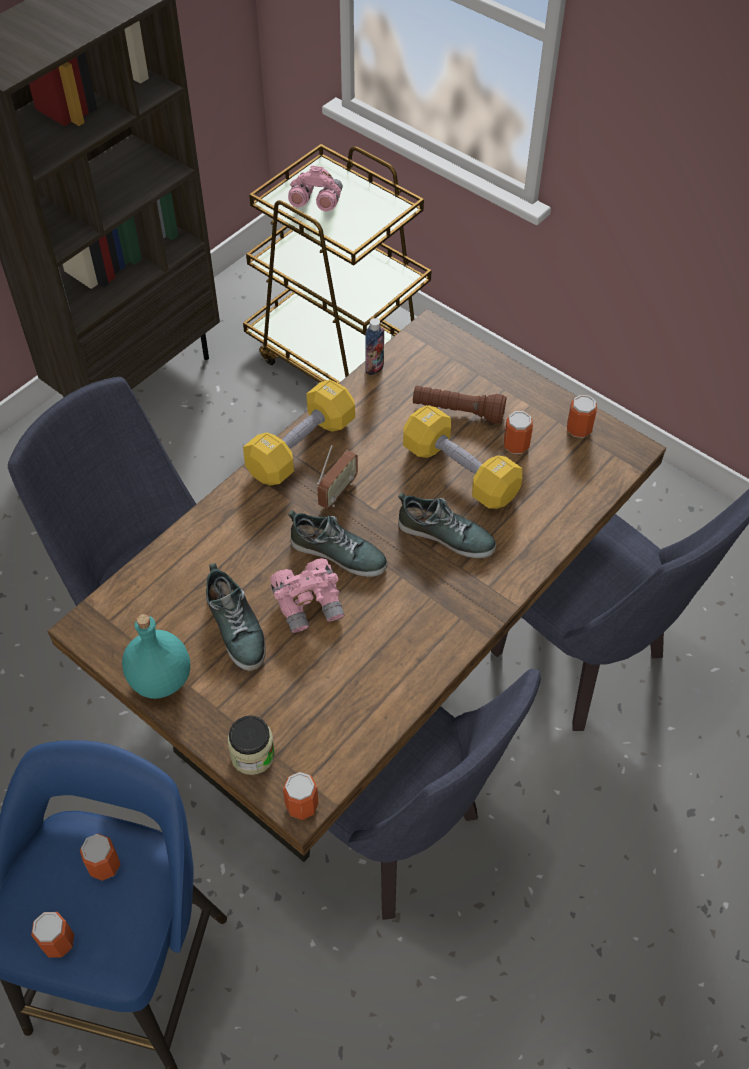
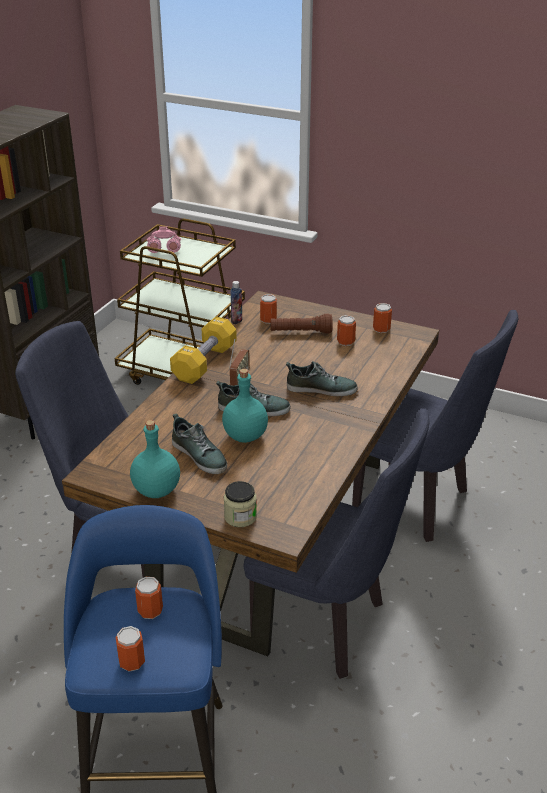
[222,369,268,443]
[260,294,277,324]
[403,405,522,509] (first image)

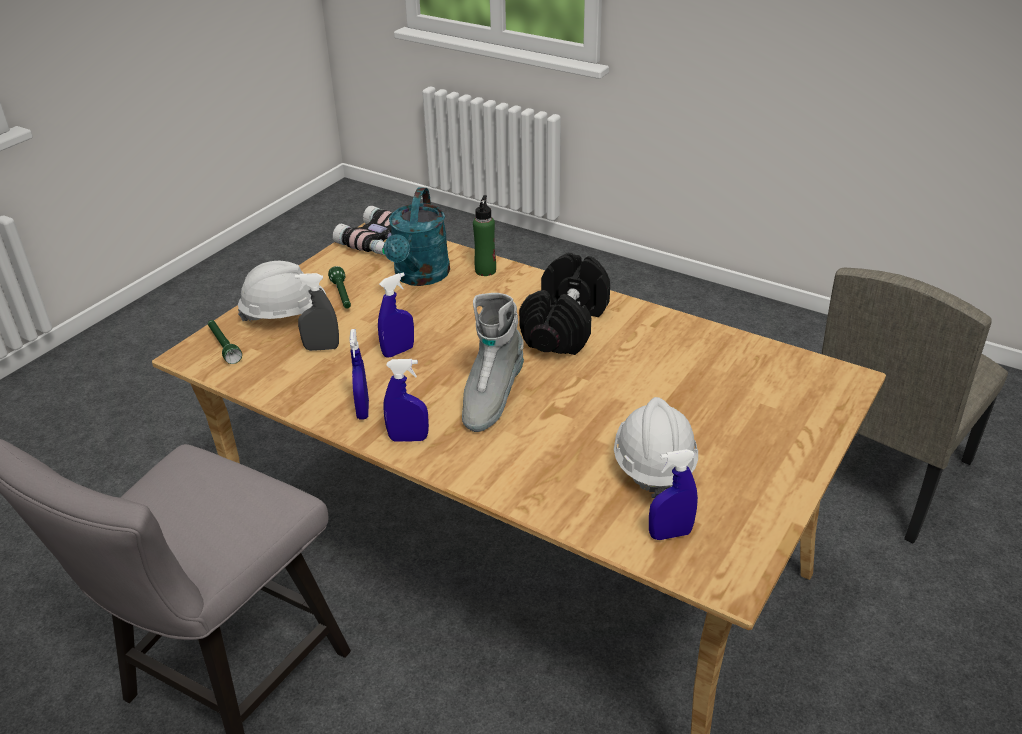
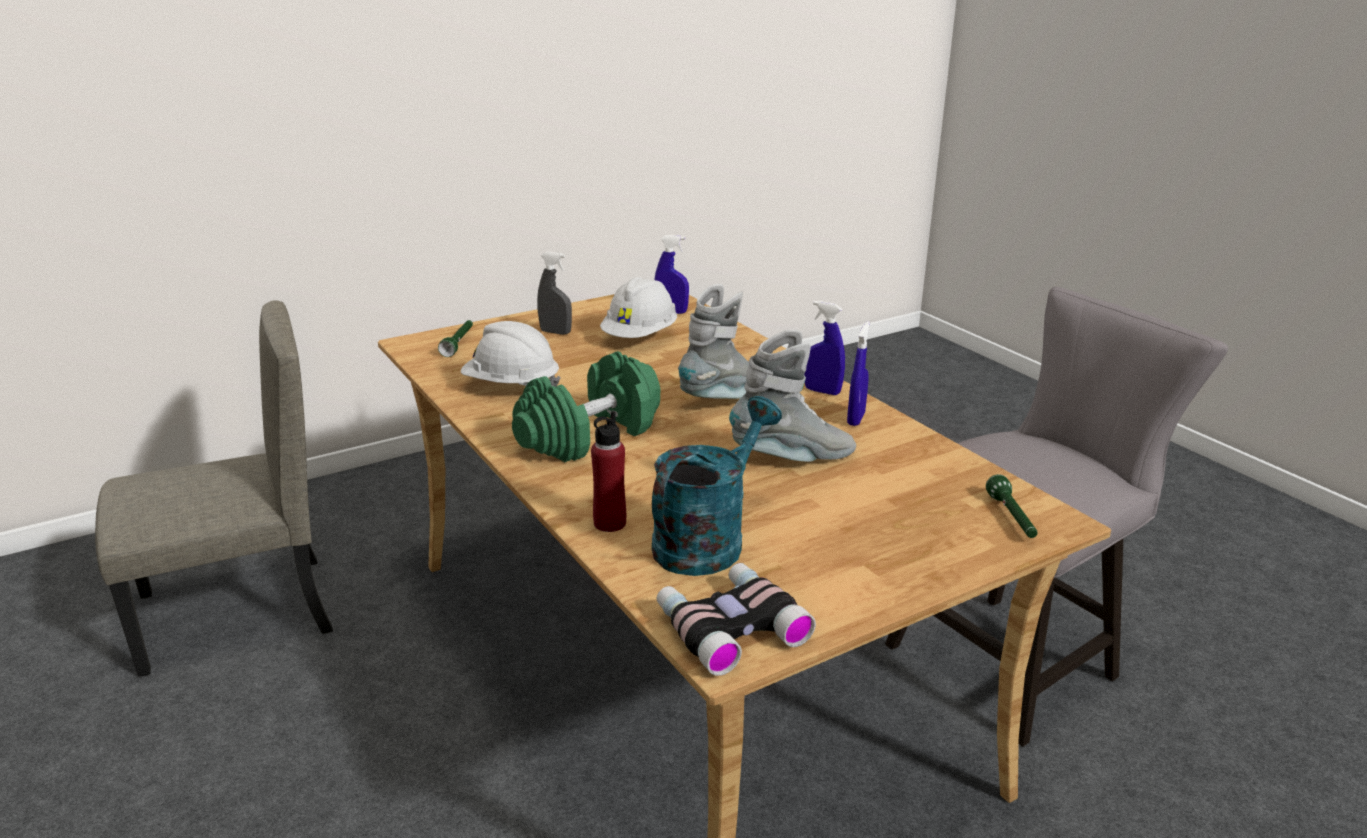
[461,321,561,387]
[537,252,572,335]
[438,320,473,357]
[729,330,856,462]
[591,411,626,532]
[512,351,660,462]

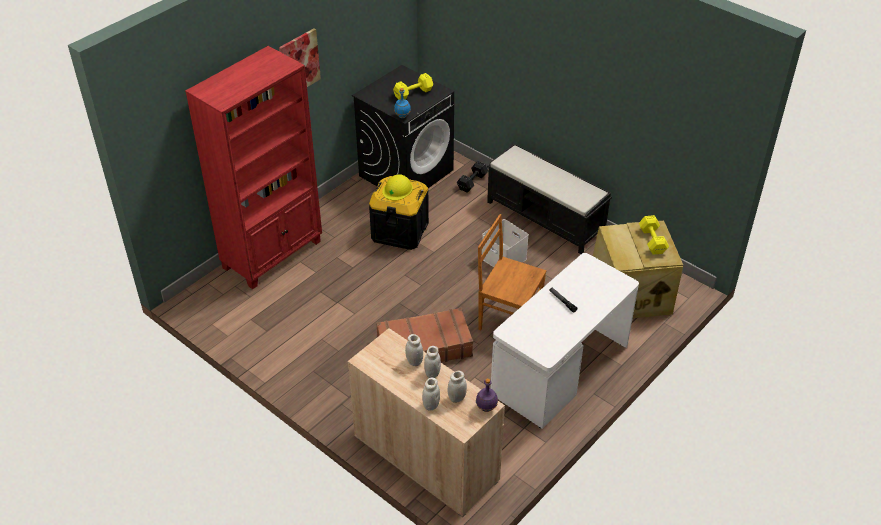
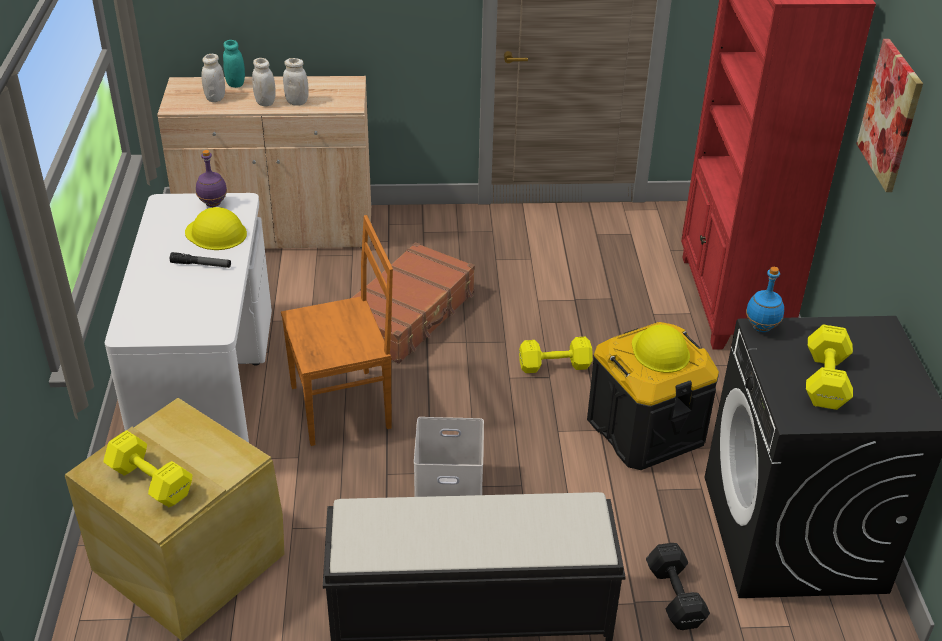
[223,40,245,88]
[196,150,227,207]
[185,207,247,250]
[519,337,593,373]

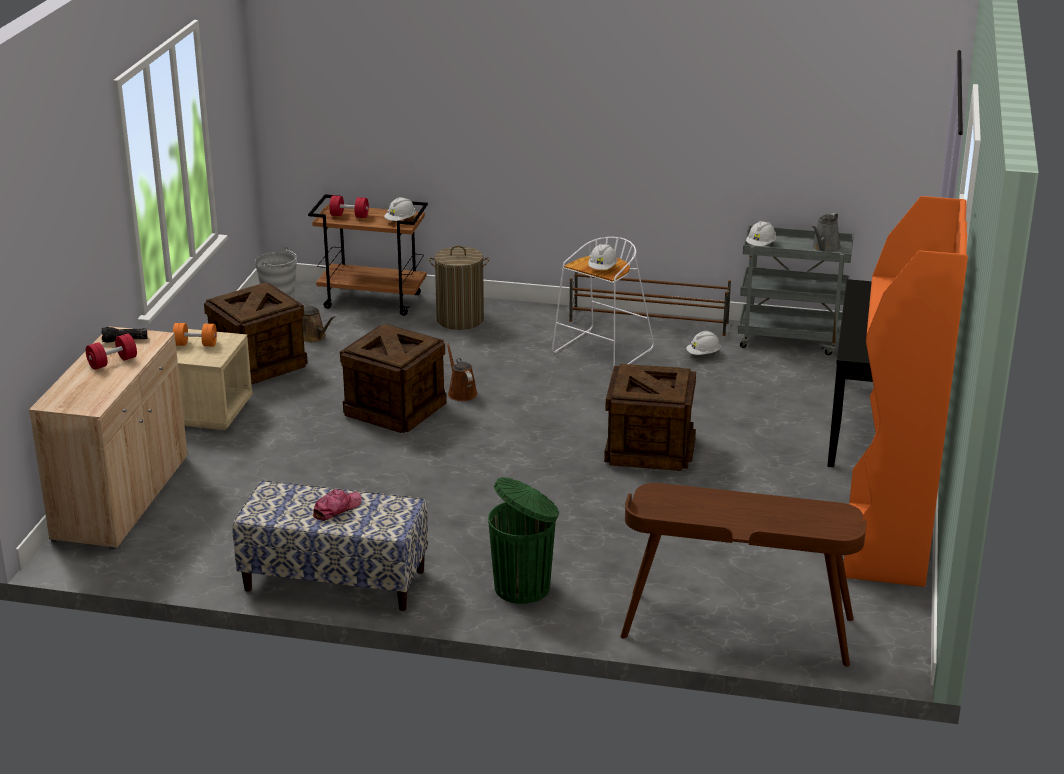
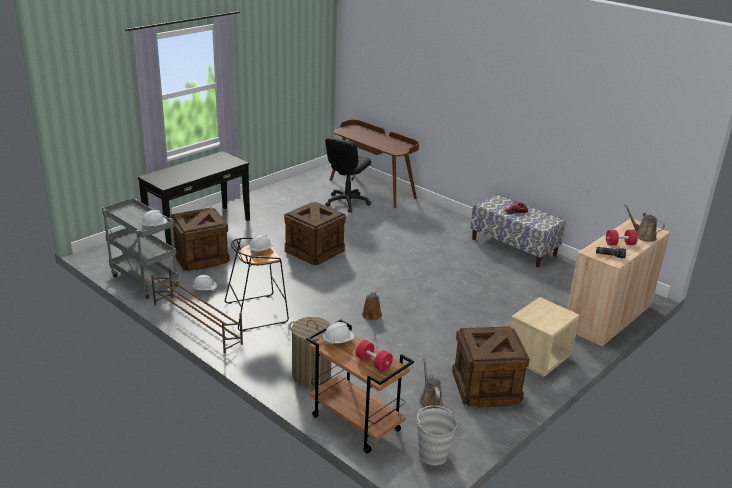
[173,323,217,347] (first image)
[169,208,230,271]
[488,477,559,604] (first image)
[225,238,289,332]
[811,213,841,252] (first image)
[844,196,968,587] (first image)
[325,137,371,212]
[624,204,665,242]

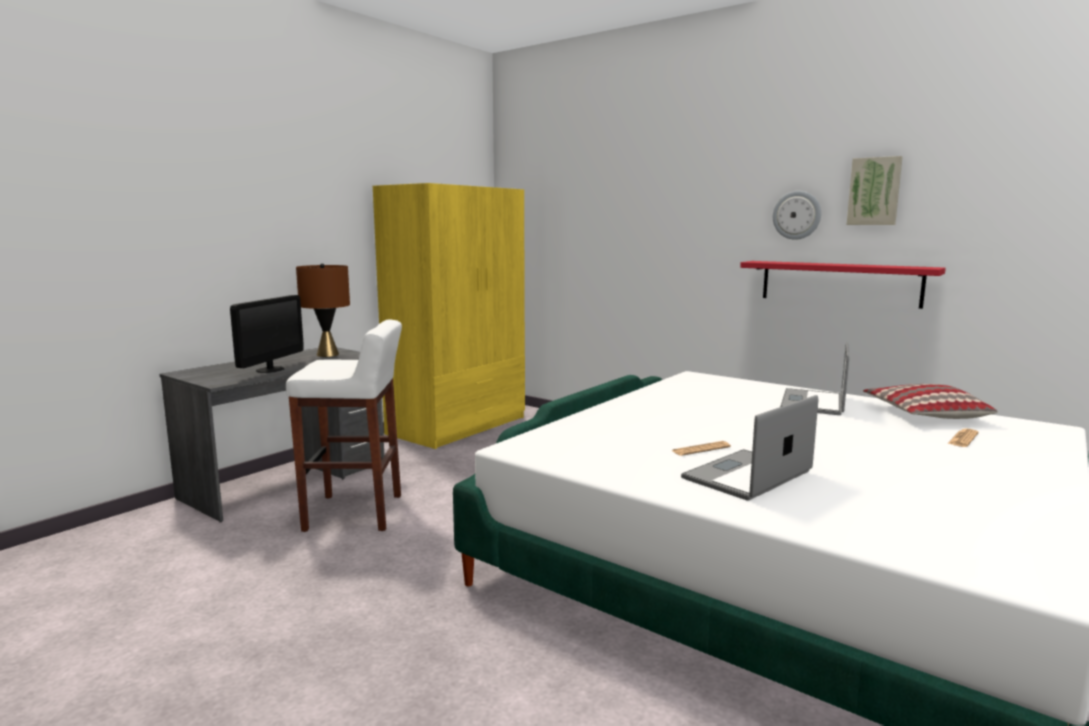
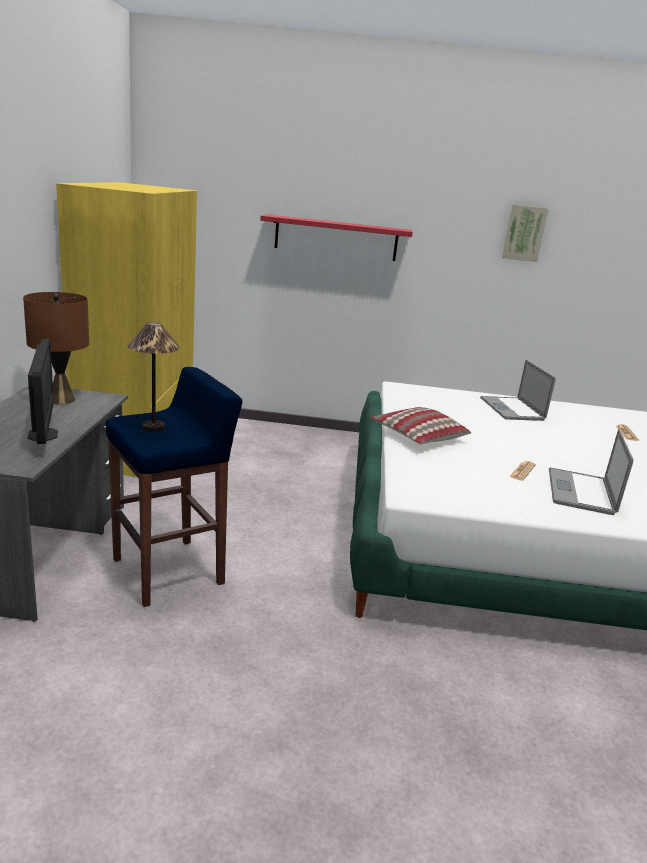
[106,367,243,607]
[260,214,413,261]
[773,191,821,240] (first image)
[370,407,471,445]
[127,322,180,432]

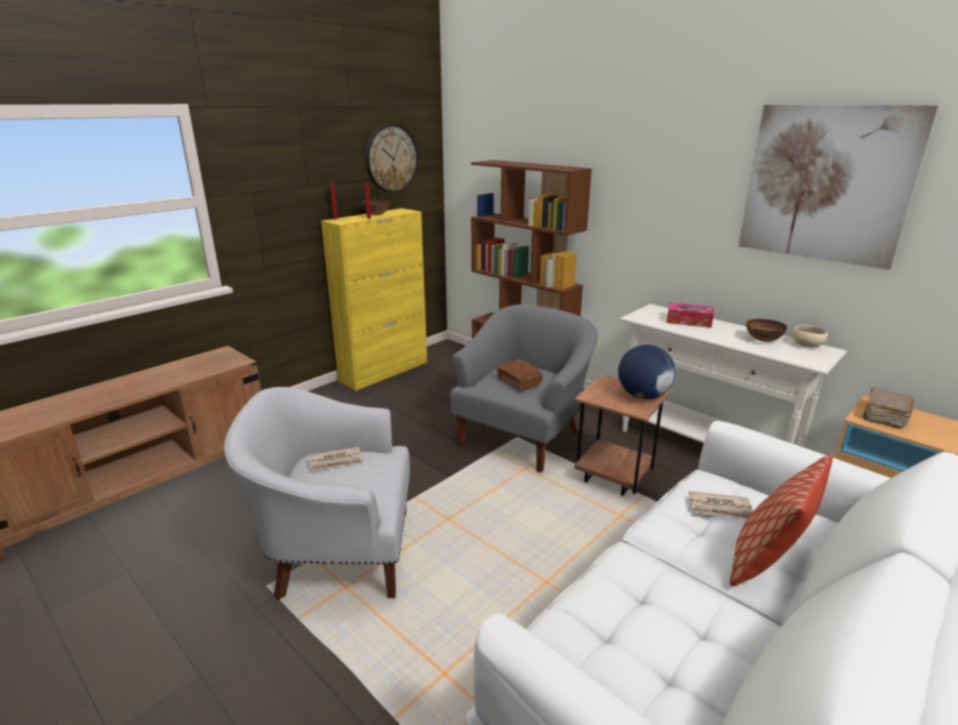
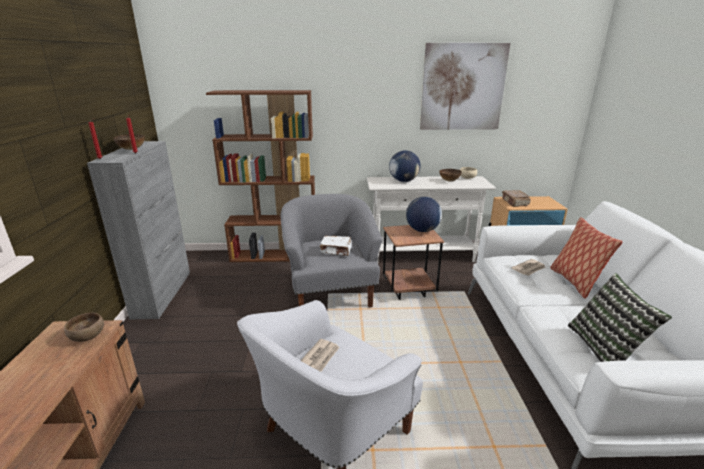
[87,141,190,319]
[365,124,419,193] (first image)
[320,236,352,256]
[389,150,421,182]
[64,313,104,342]
[568,273,672,362]

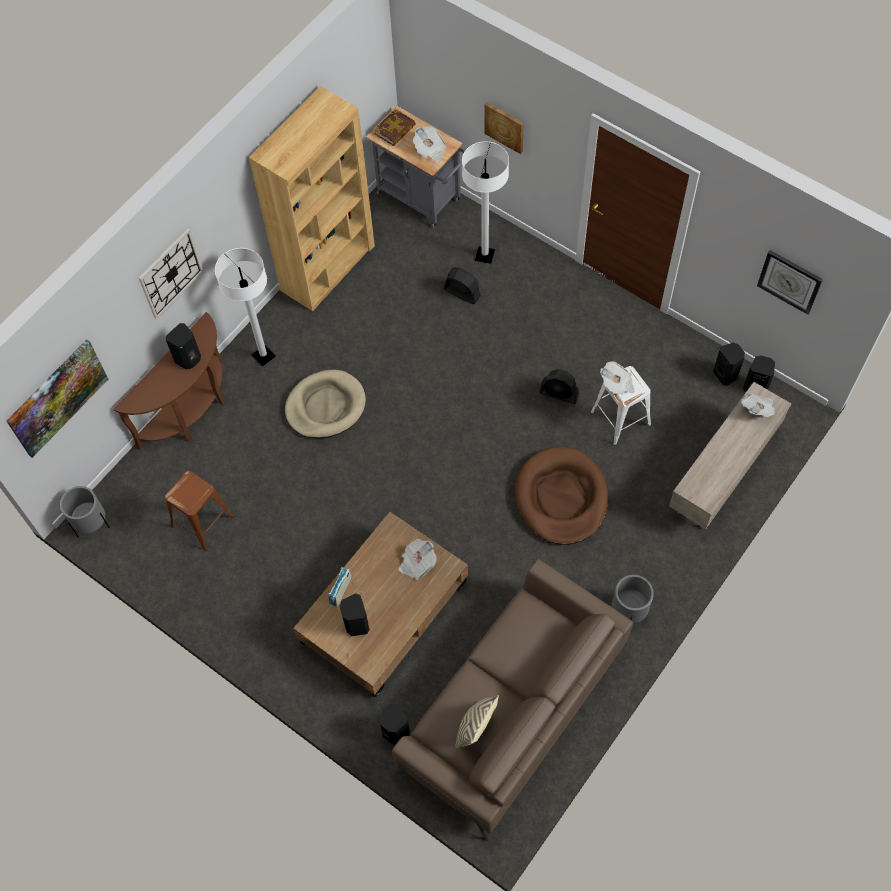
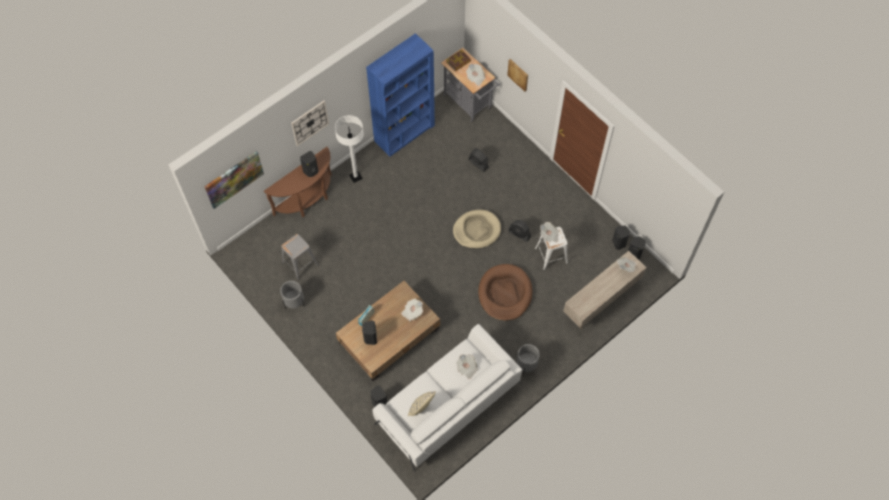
[280,281,305,309]
[281,234,318,281]
[366,33,435,157]
[453,210,501,249]
[372,324,522,472]
[462,141,509,264] (first image)
[757,250,823,315] (first image)
[456,354,478,379]

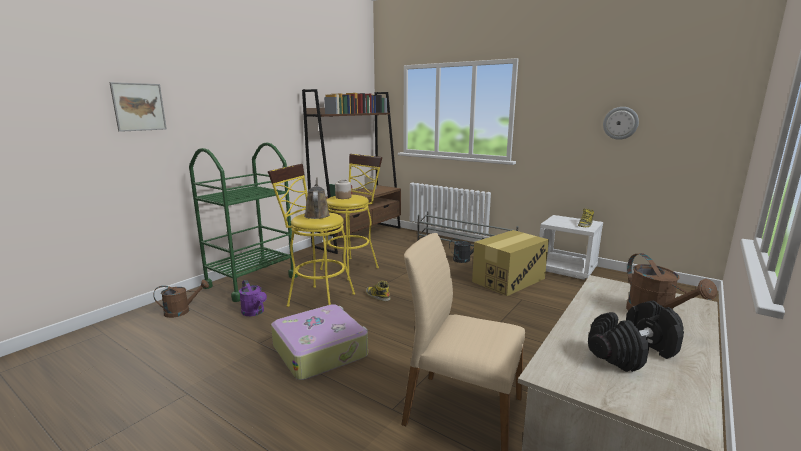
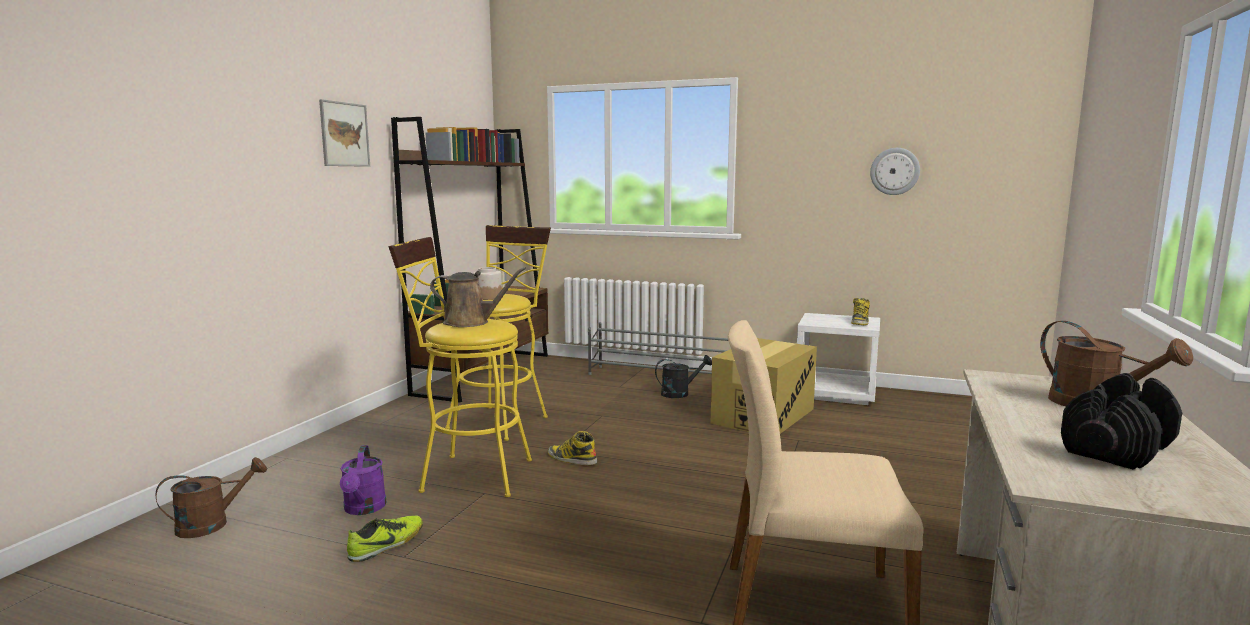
[319,99,370,167]
[189,142,298,302] (first image)
[340,445,386,515]
[271,304,368,380] (first image)
[430,267,526,327]
[347,515,423,562]

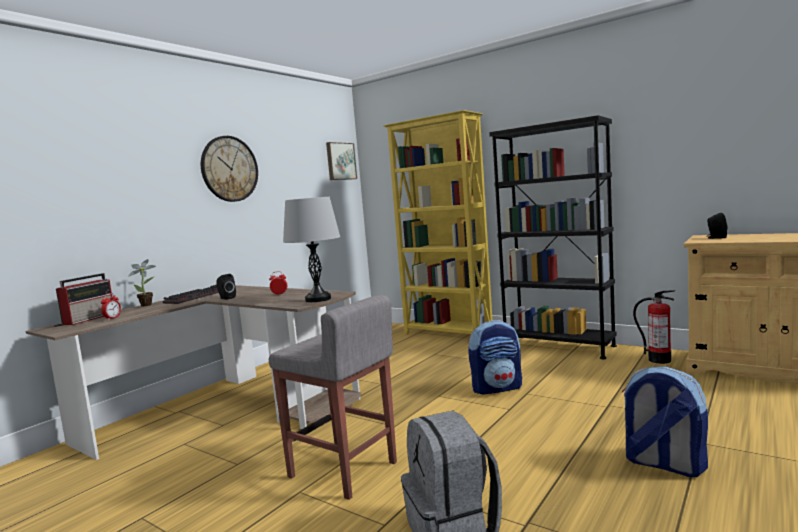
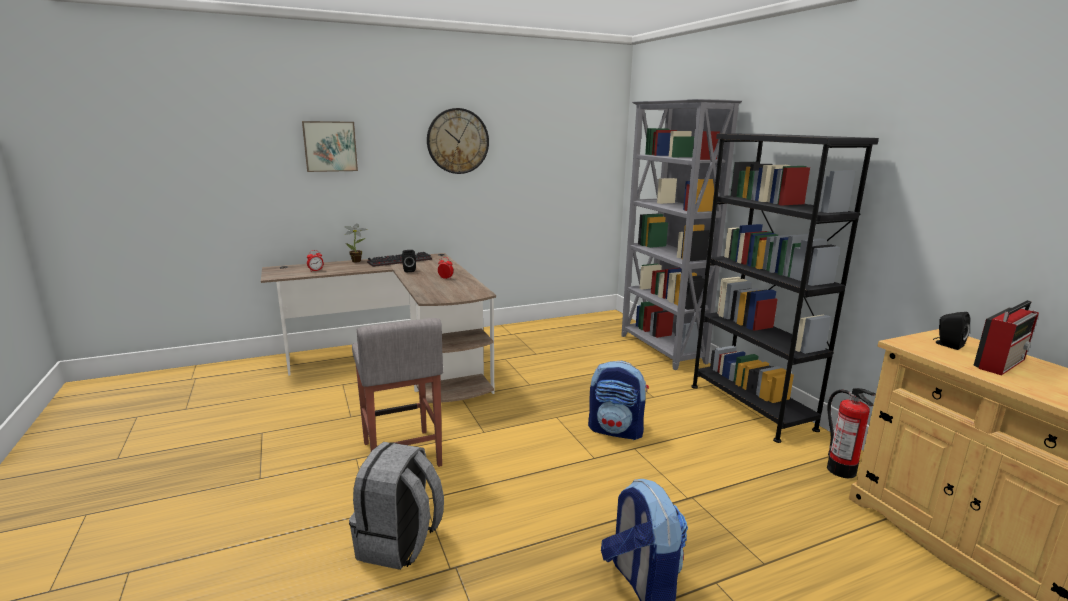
[973,300,1039,375]
[283,197,340,302] (first image)
[302,121,358,172]
[621,99,742,370]

